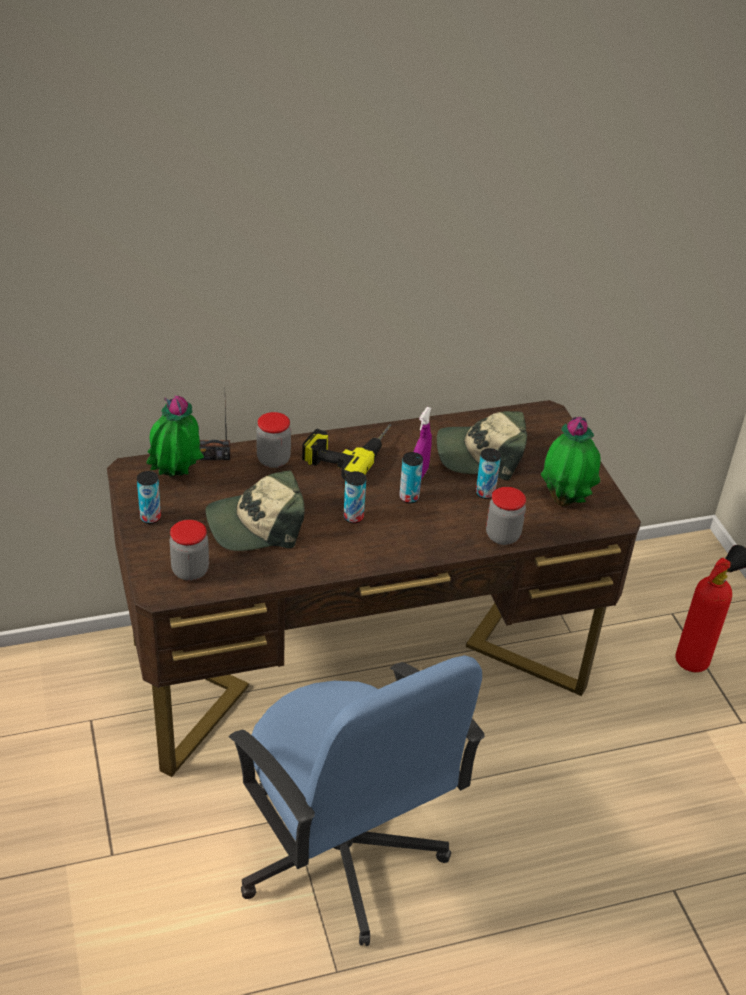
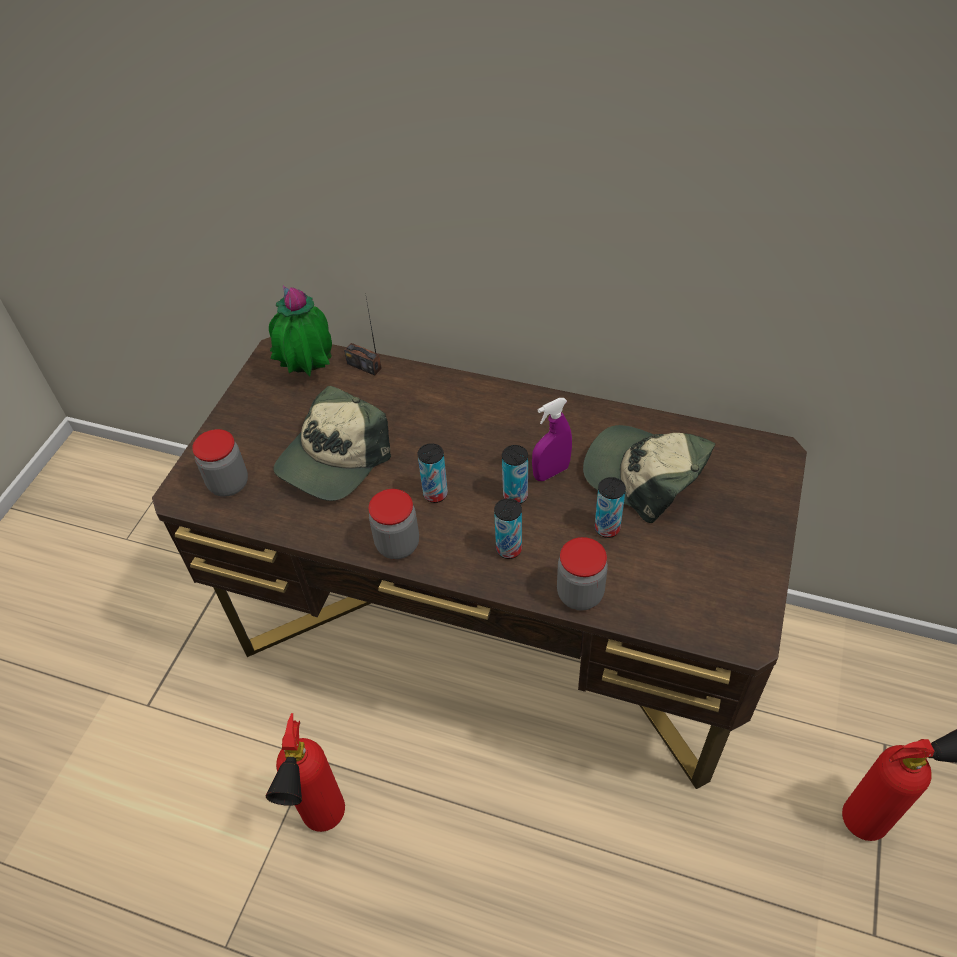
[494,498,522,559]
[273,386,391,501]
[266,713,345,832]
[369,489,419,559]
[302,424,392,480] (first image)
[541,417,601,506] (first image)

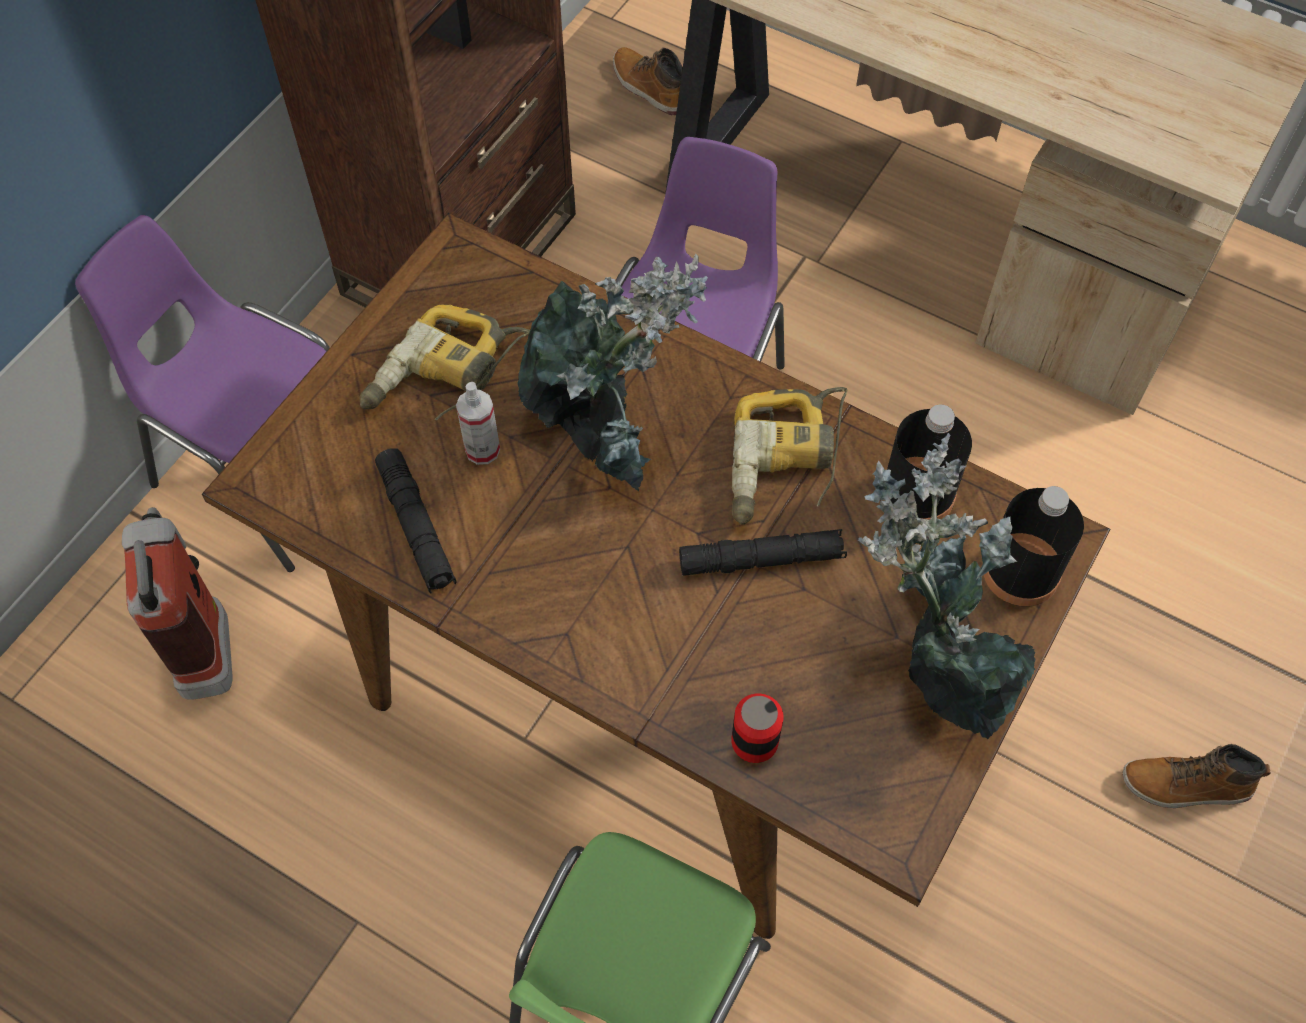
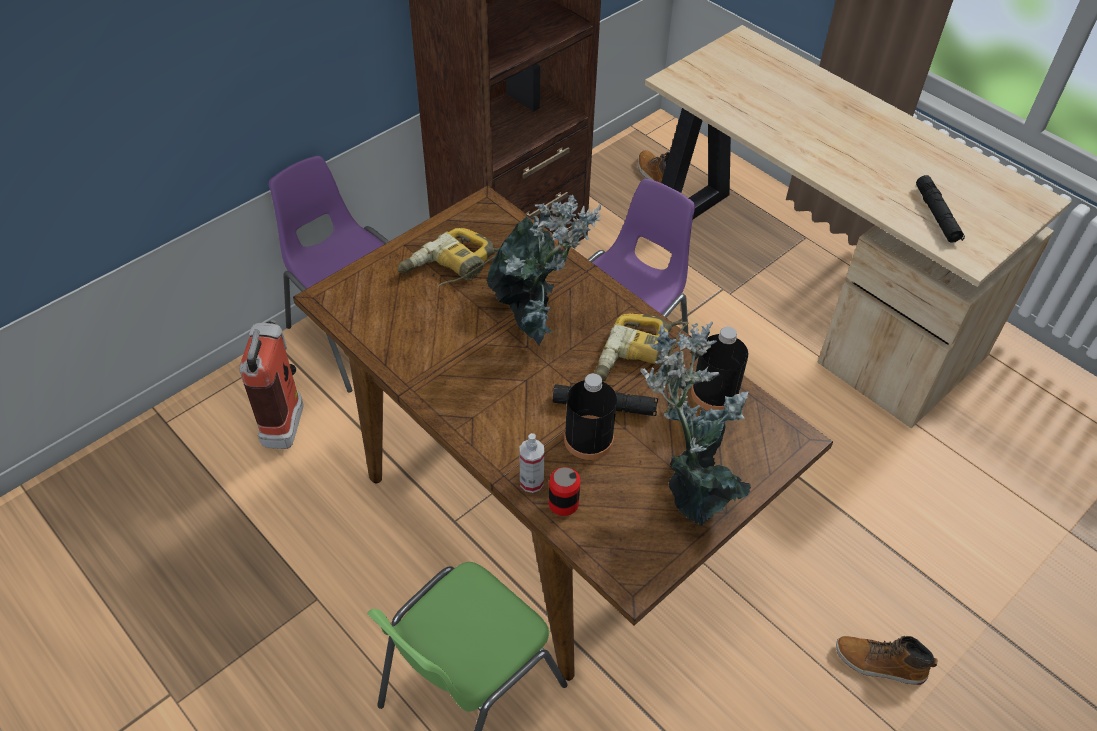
[916,175,965,243]
[519,433,544,493]
[564,373,617,460]

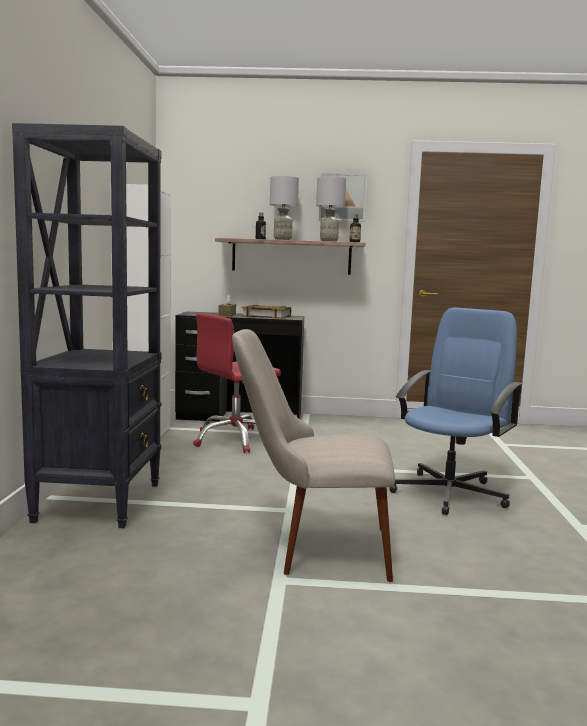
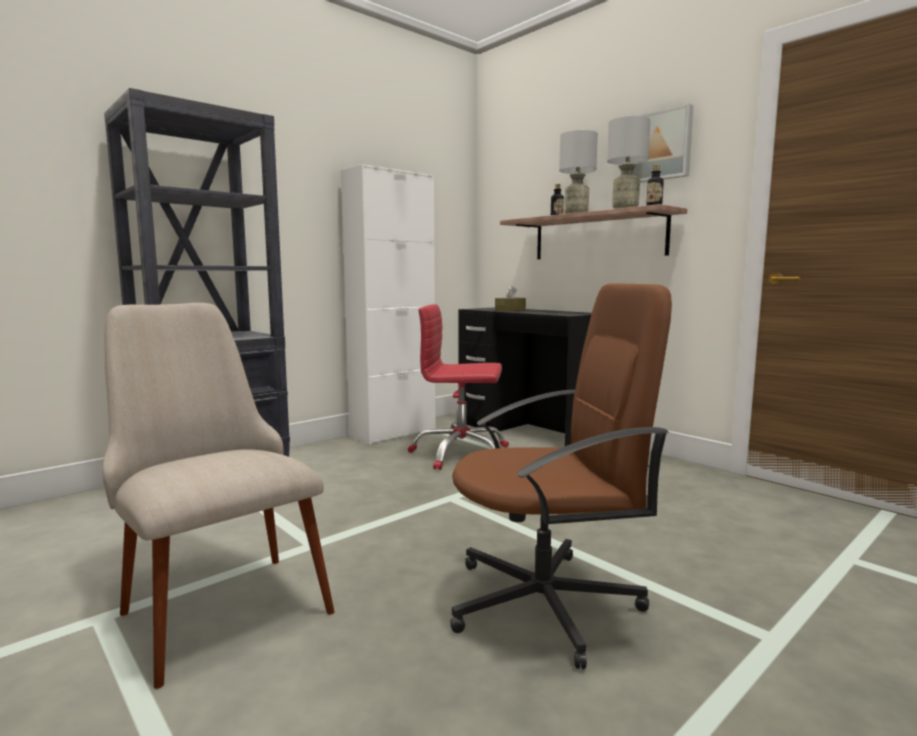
[241,305,292,319] (first image)
[450,283,672,669]

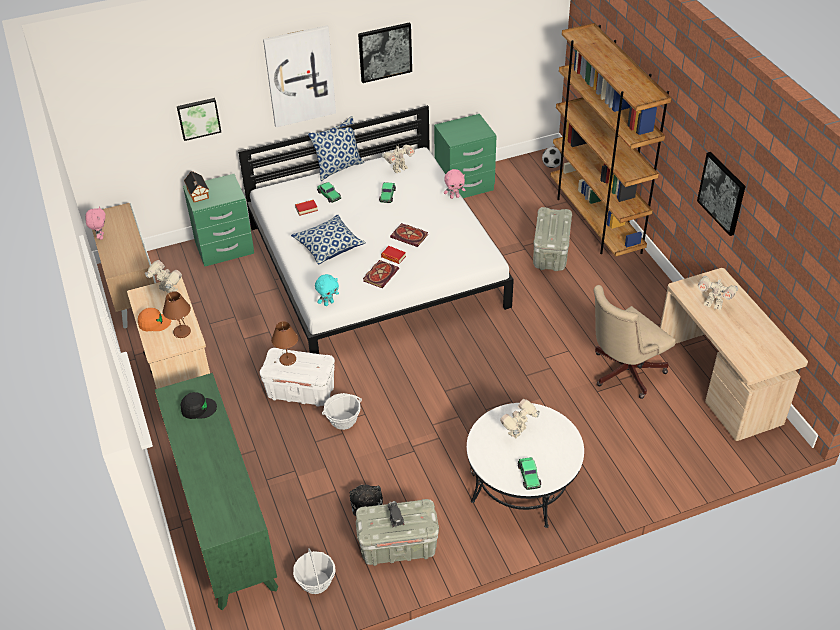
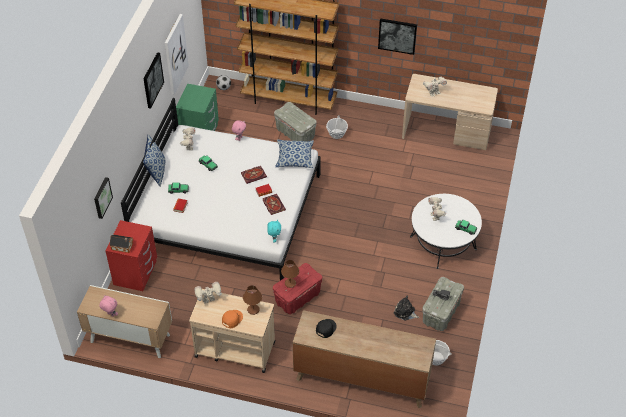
[293,310,436,408]
[105,220,157,291]
[273,263,322,314]
[165,14,189,95]
[275,139,314,168]
[326,115,348,139]
[593,285,675,399] (first image)

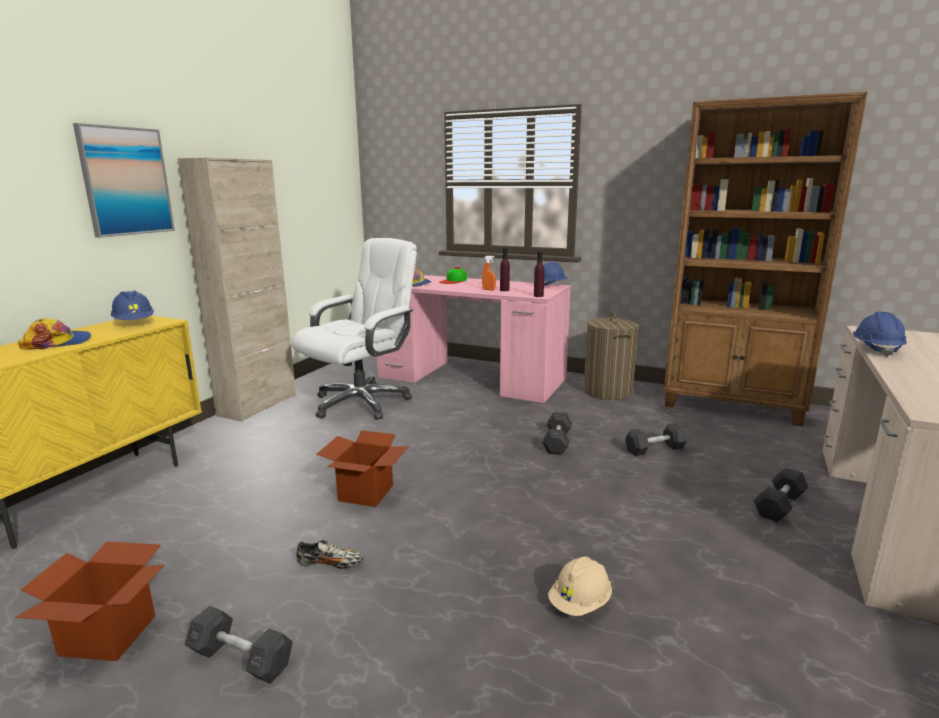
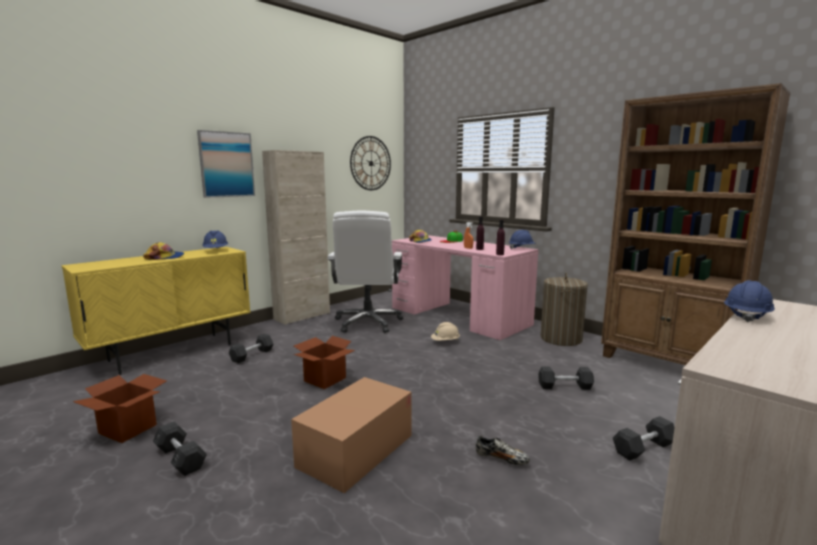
[327,210,403,333]
[475,435,530,465]
[229,334,273,363]
[431,322,460,341]
[291,377,411,493]
[350,136,391,190]

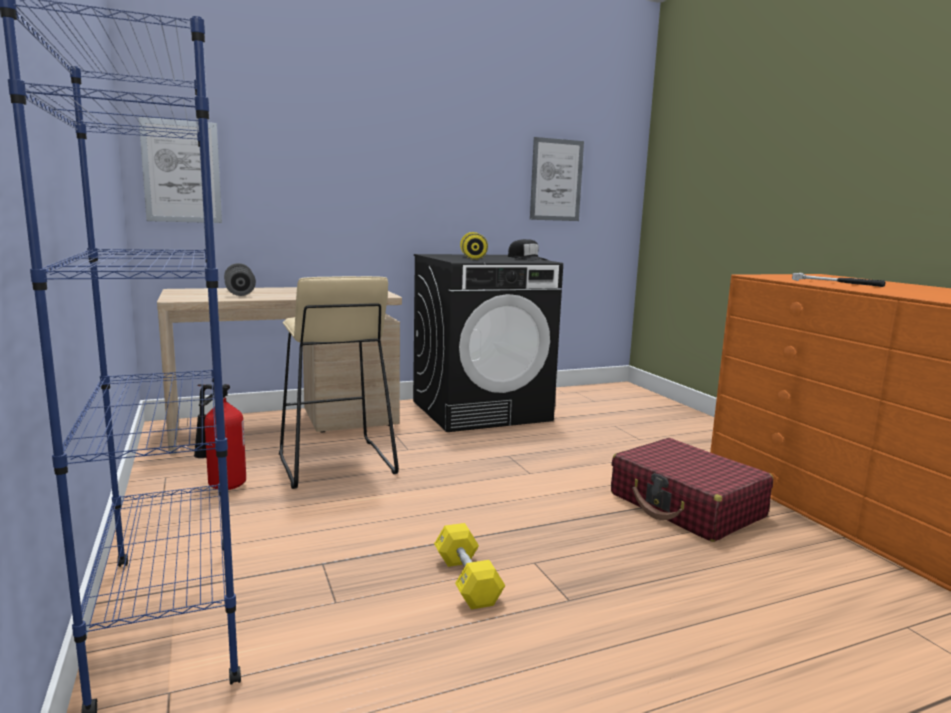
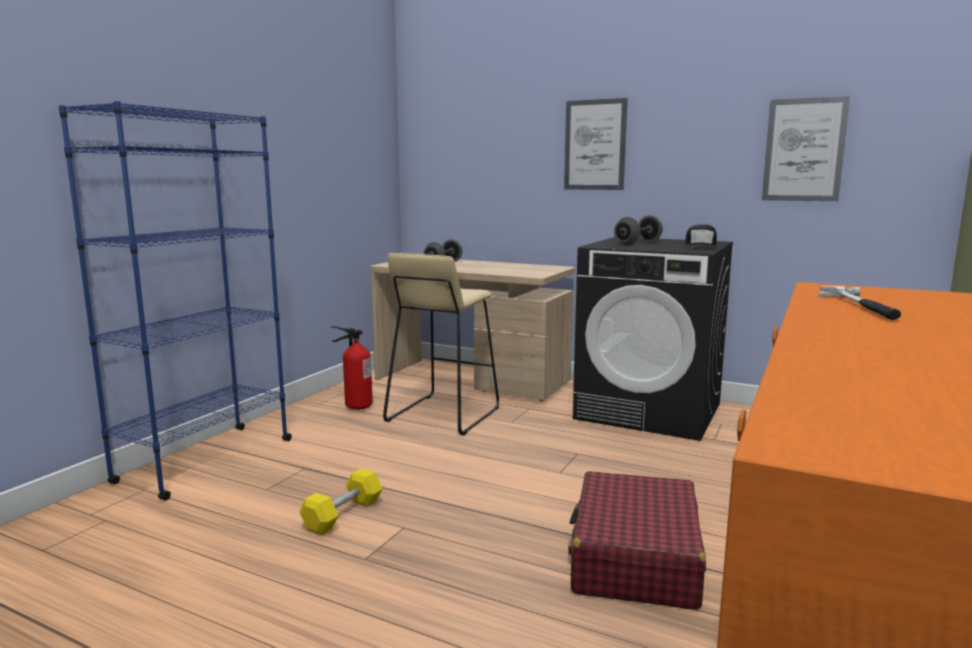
[564,98,628,190]
[614,215,663,245]

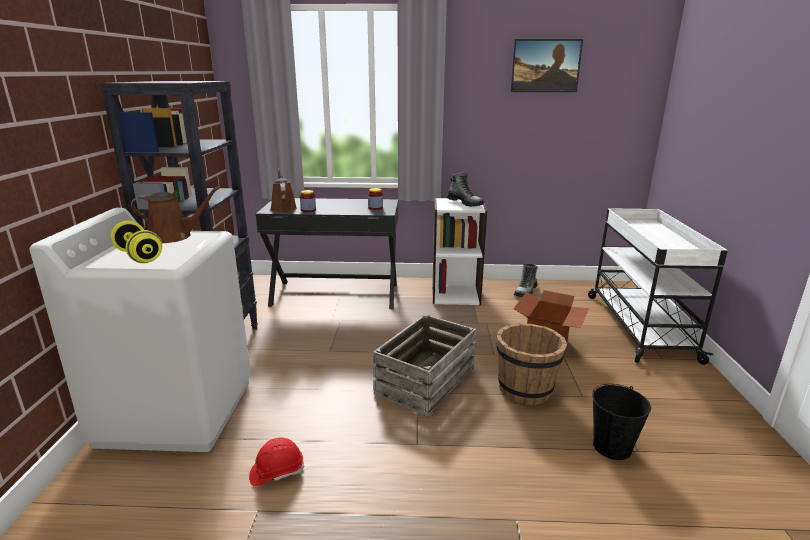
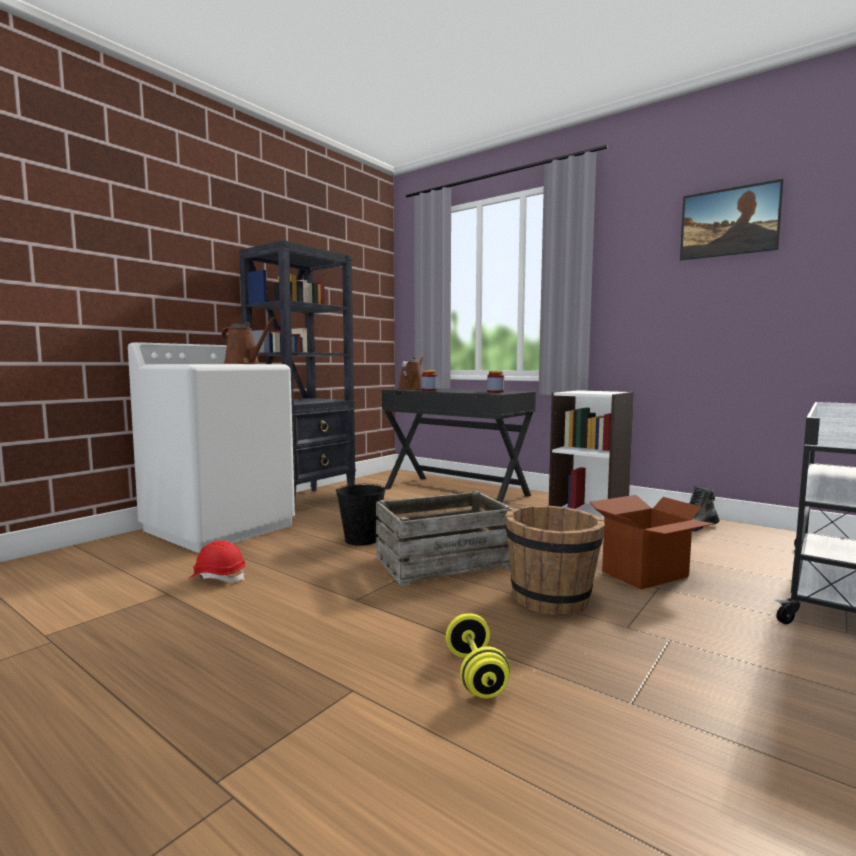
[446,613,510,698]
[447,172,484,207] (first image)
[336,484,386,546]

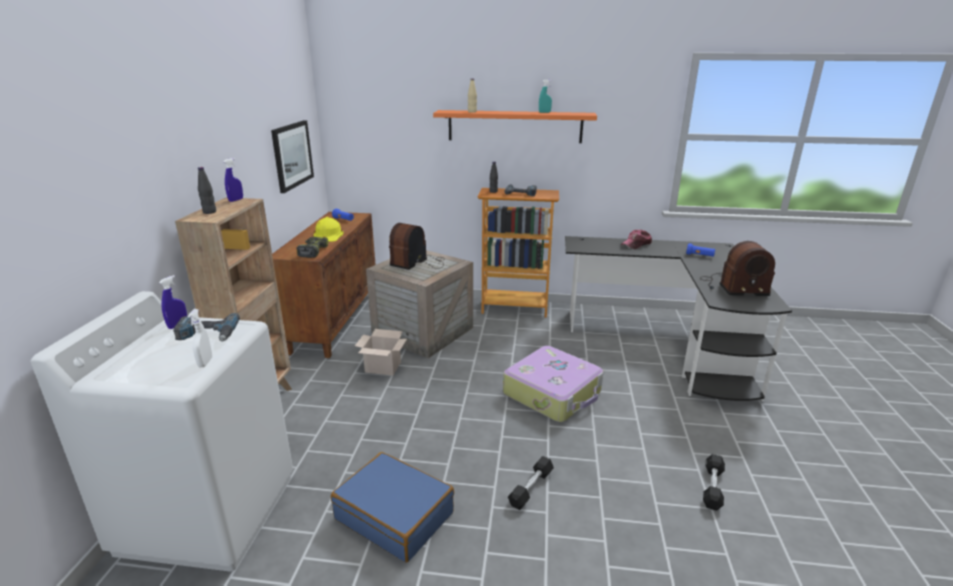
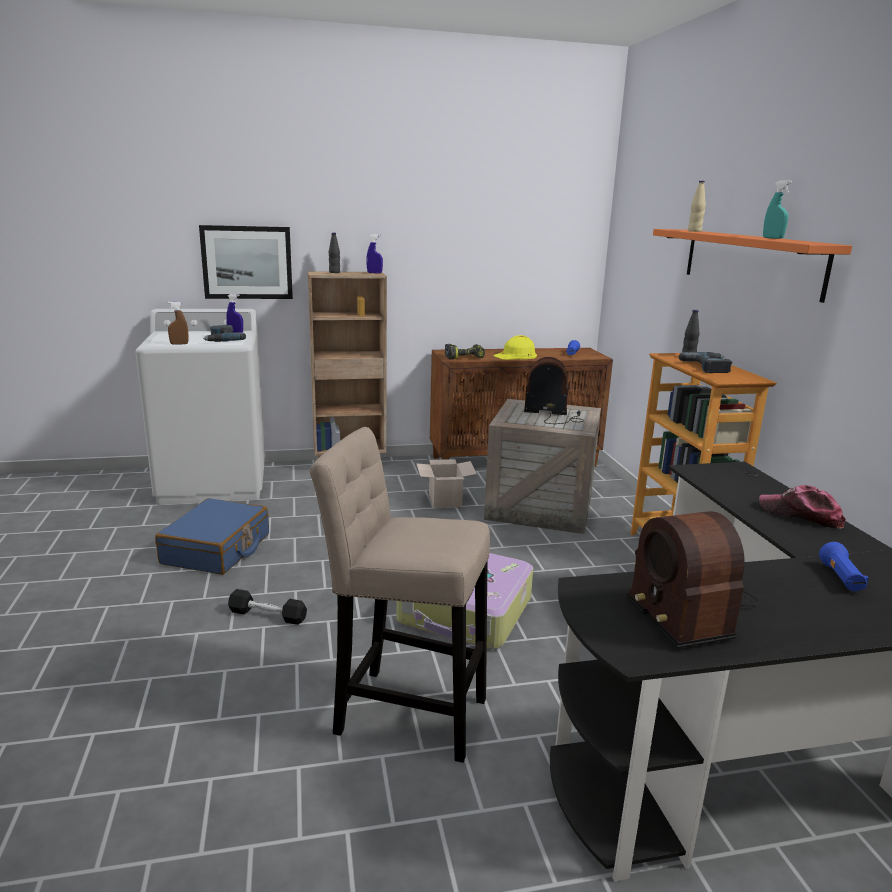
[168,301,189,345]
[199,225,293,299]
[703,454,725,511] (first image)
[310,427,490,763]

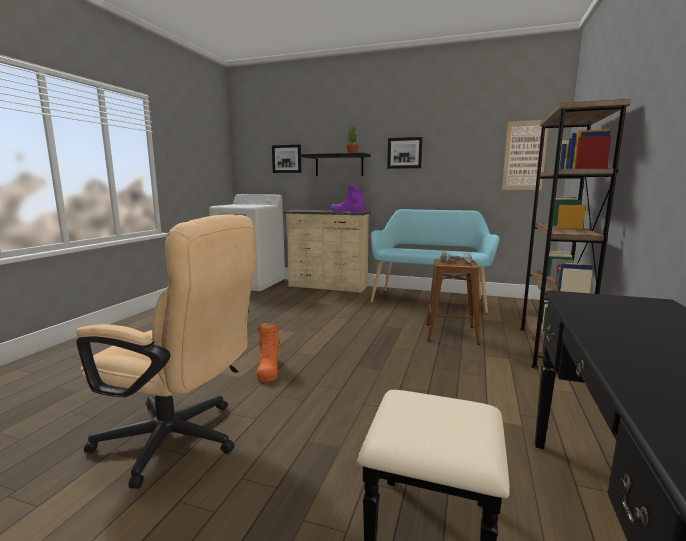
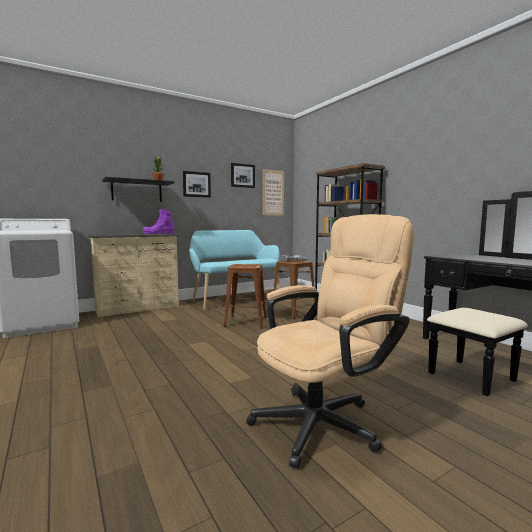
[256,322,279,382] (first image)
[231,163,255,188]
[223,264,267,329]

